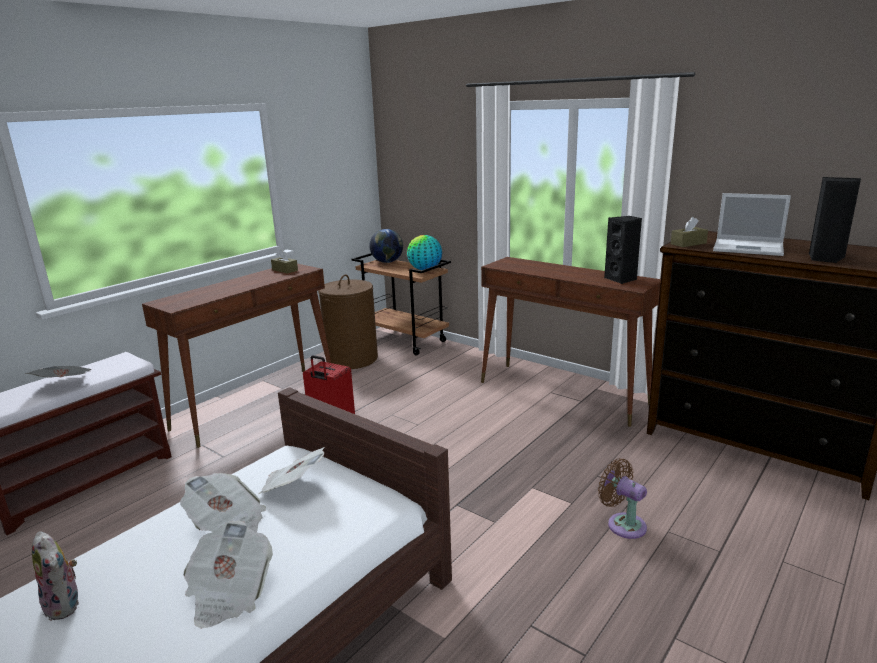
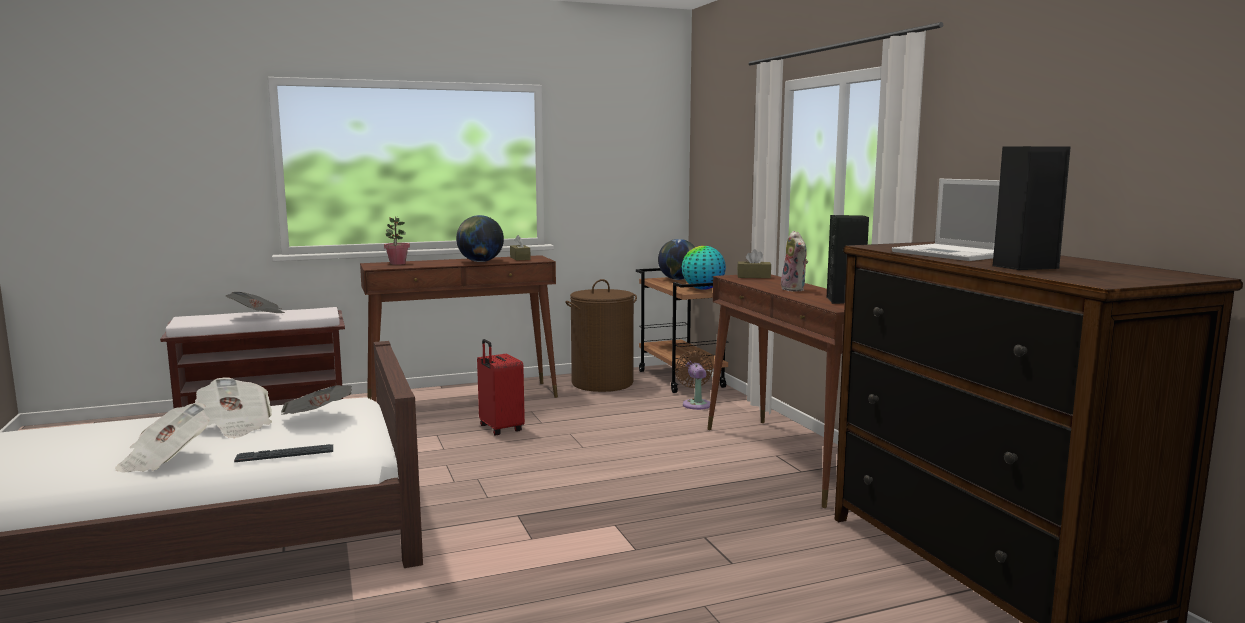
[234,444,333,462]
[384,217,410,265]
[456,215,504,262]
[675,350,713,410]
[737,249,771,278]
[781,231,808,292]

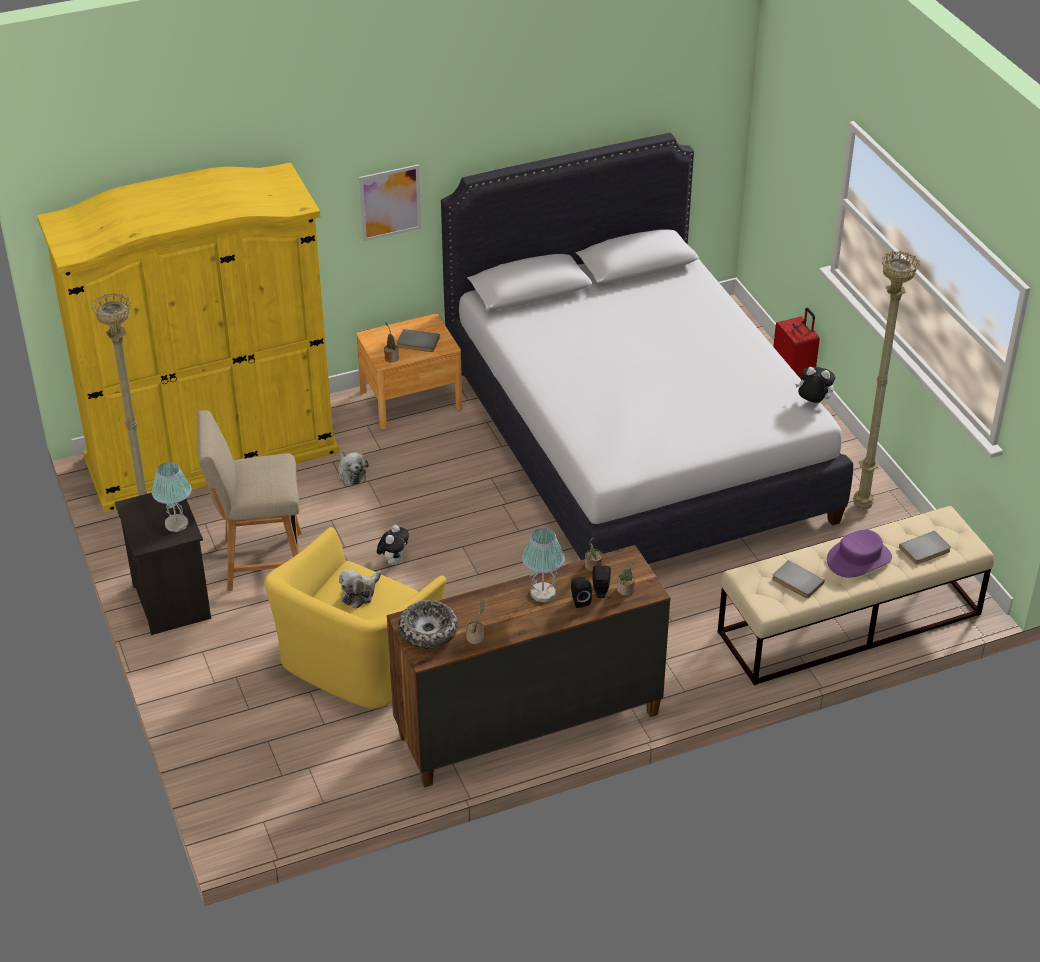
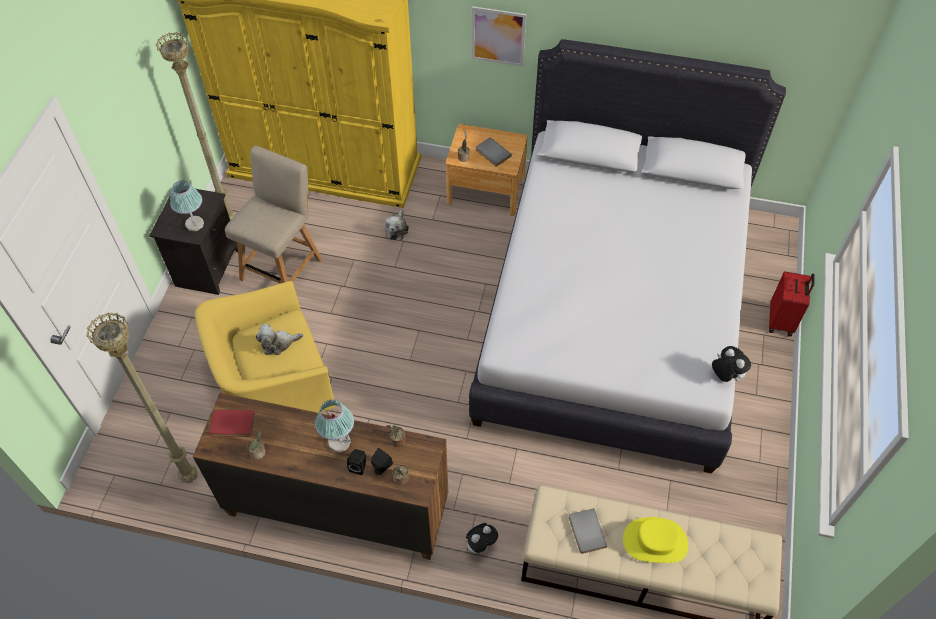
[86,312,198,483]
[209,410,255,437]
[225,146,322,283]
[466,523,498,554]
[623,517,688,563]
[899,531,951,565] (first image)

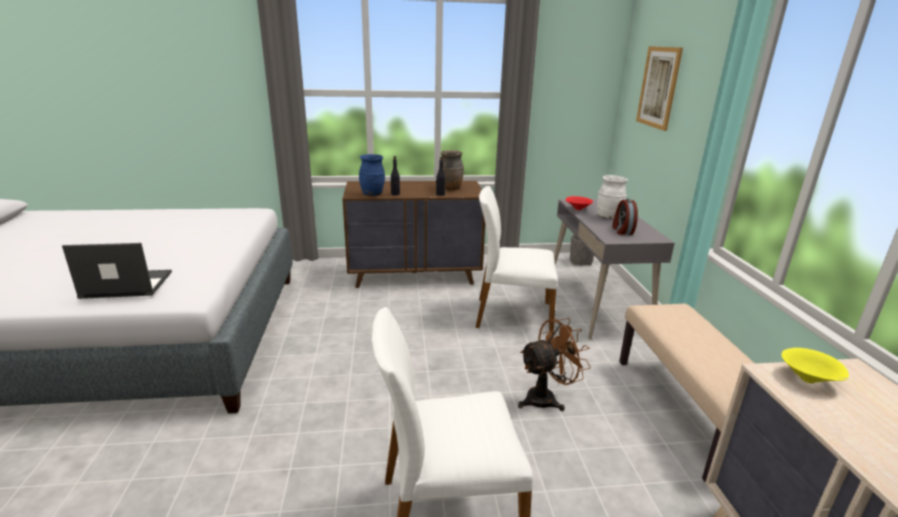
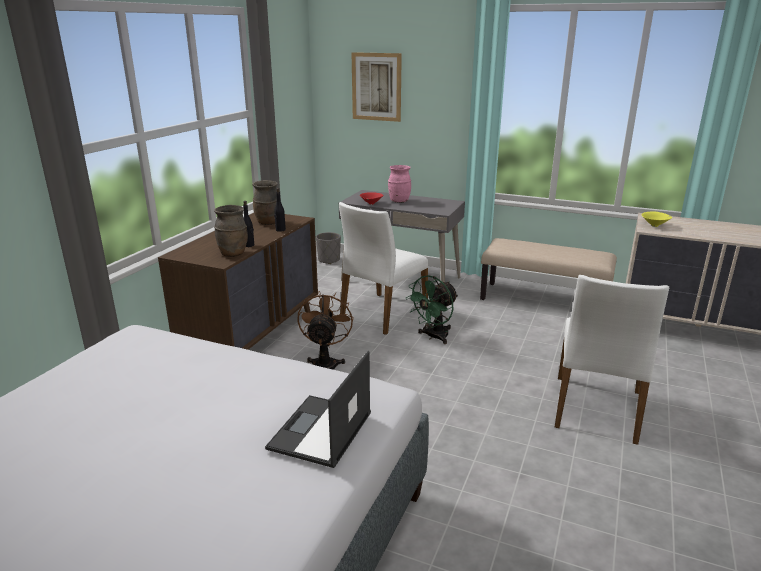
[214,205,248,257]
[297,291,354,370]
[388,165,411,203]
[406,275,458,344]
[612,199,638,235] (first image)

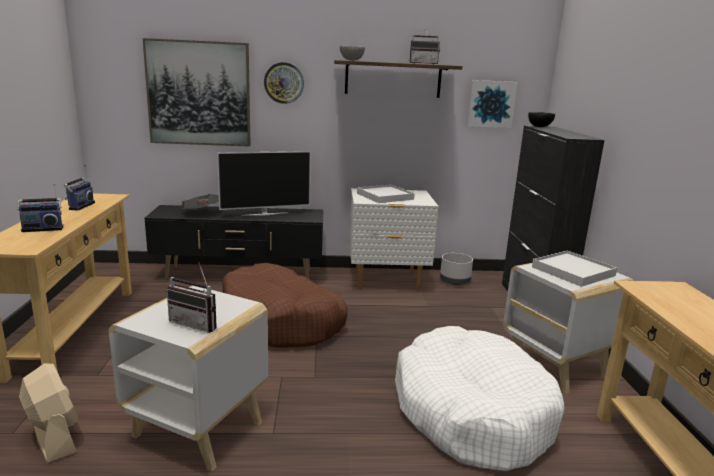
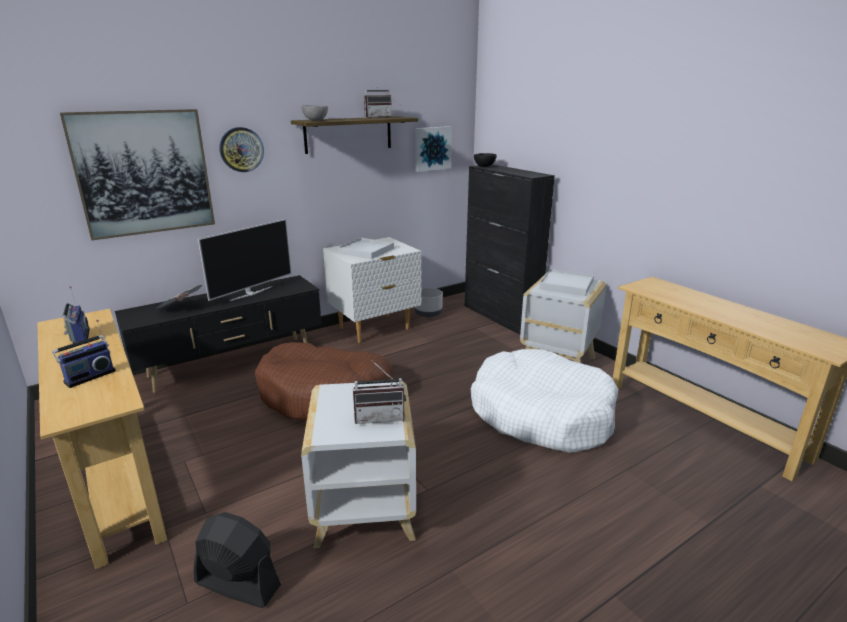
[194,512,281,608]

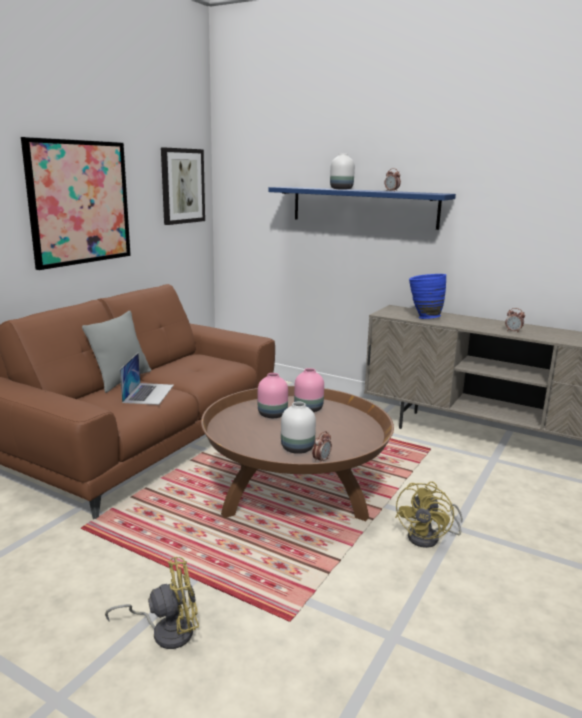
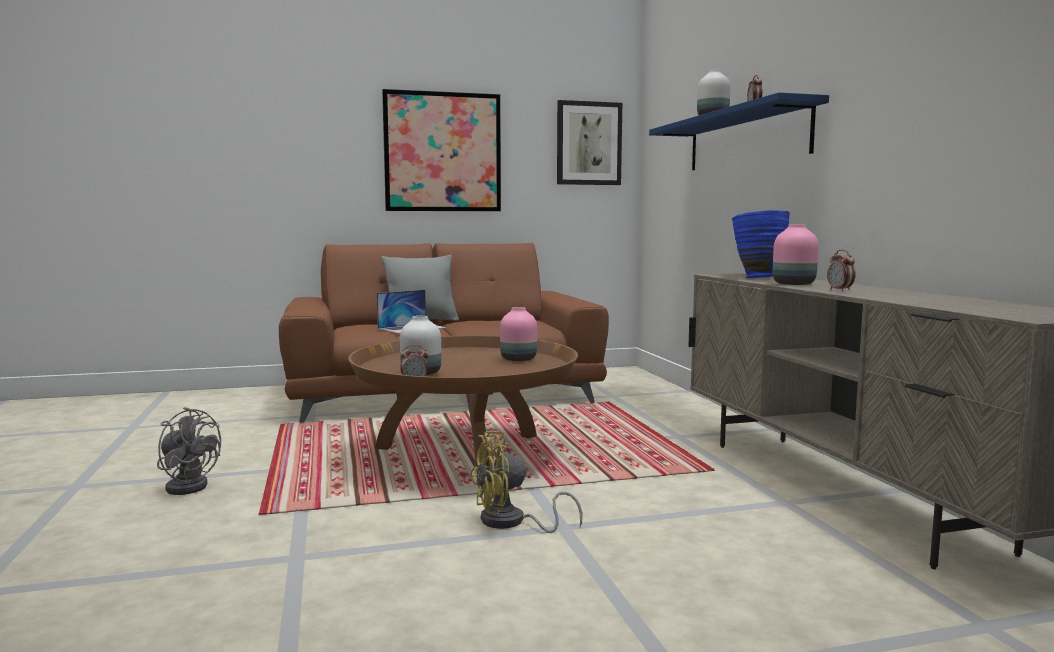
[157,407,221,495]
[773,224,819,285]

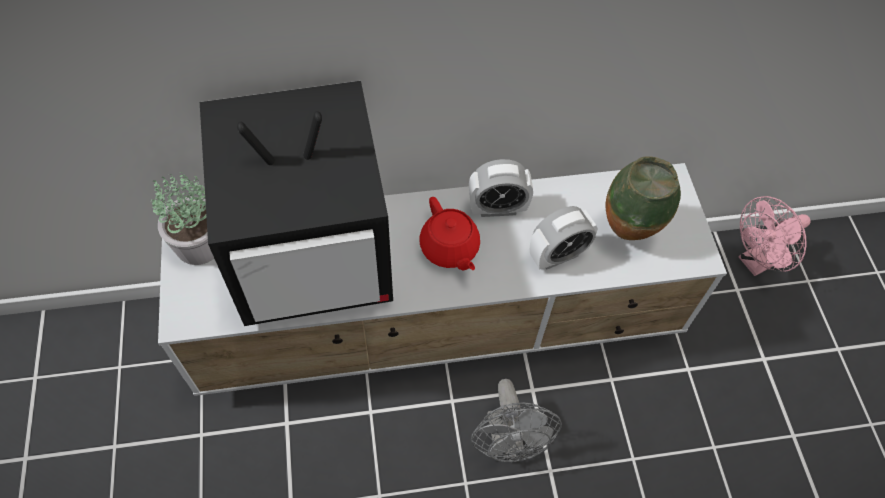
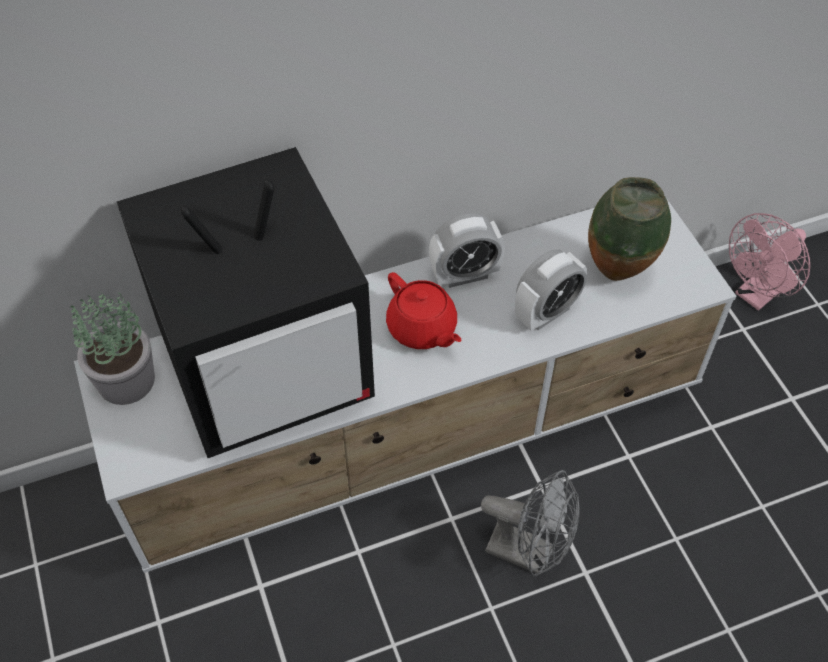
[481,470,579,577]

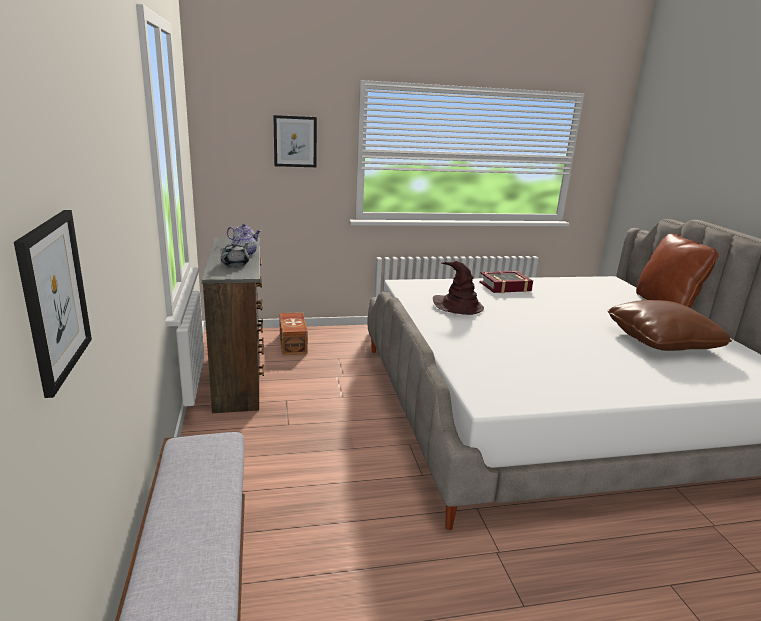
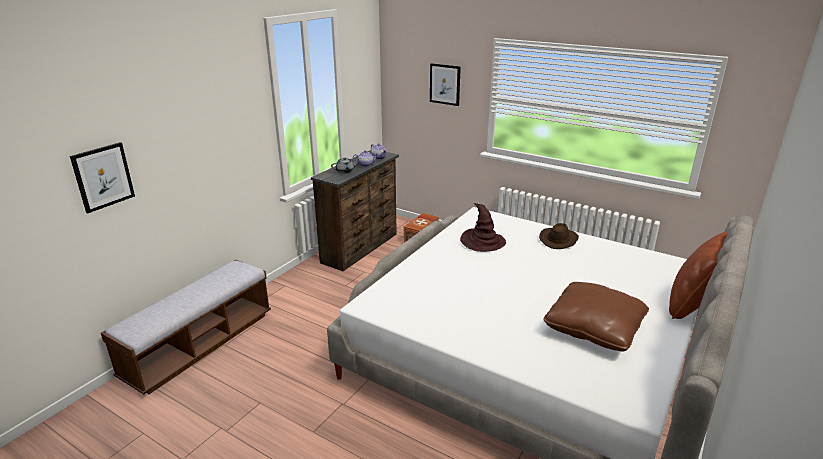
[539,223,579,249]

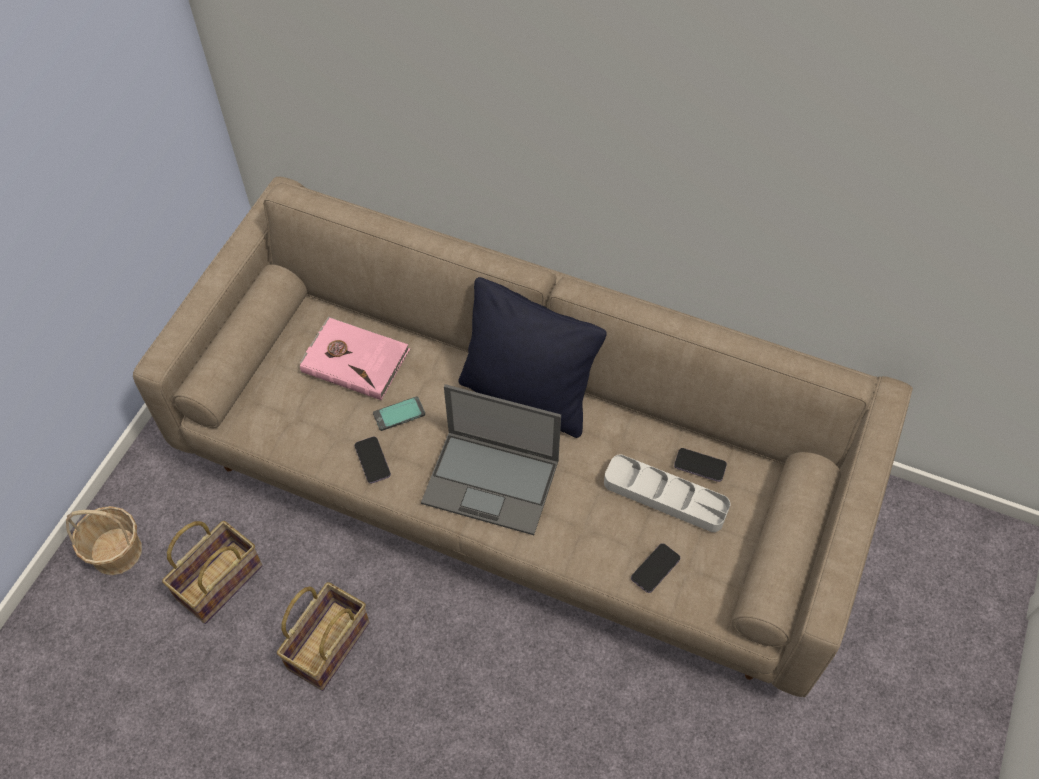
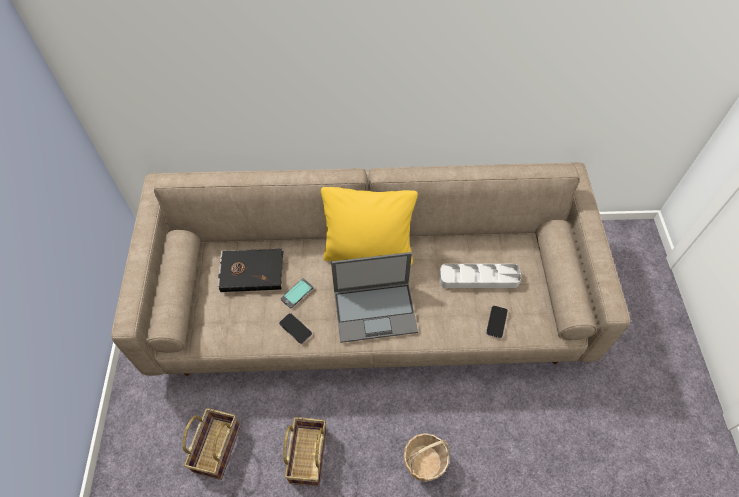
[218,249,283,292]
[321,187,418,265]
[403,433,449,482]
[674,448,727,482] (first image)

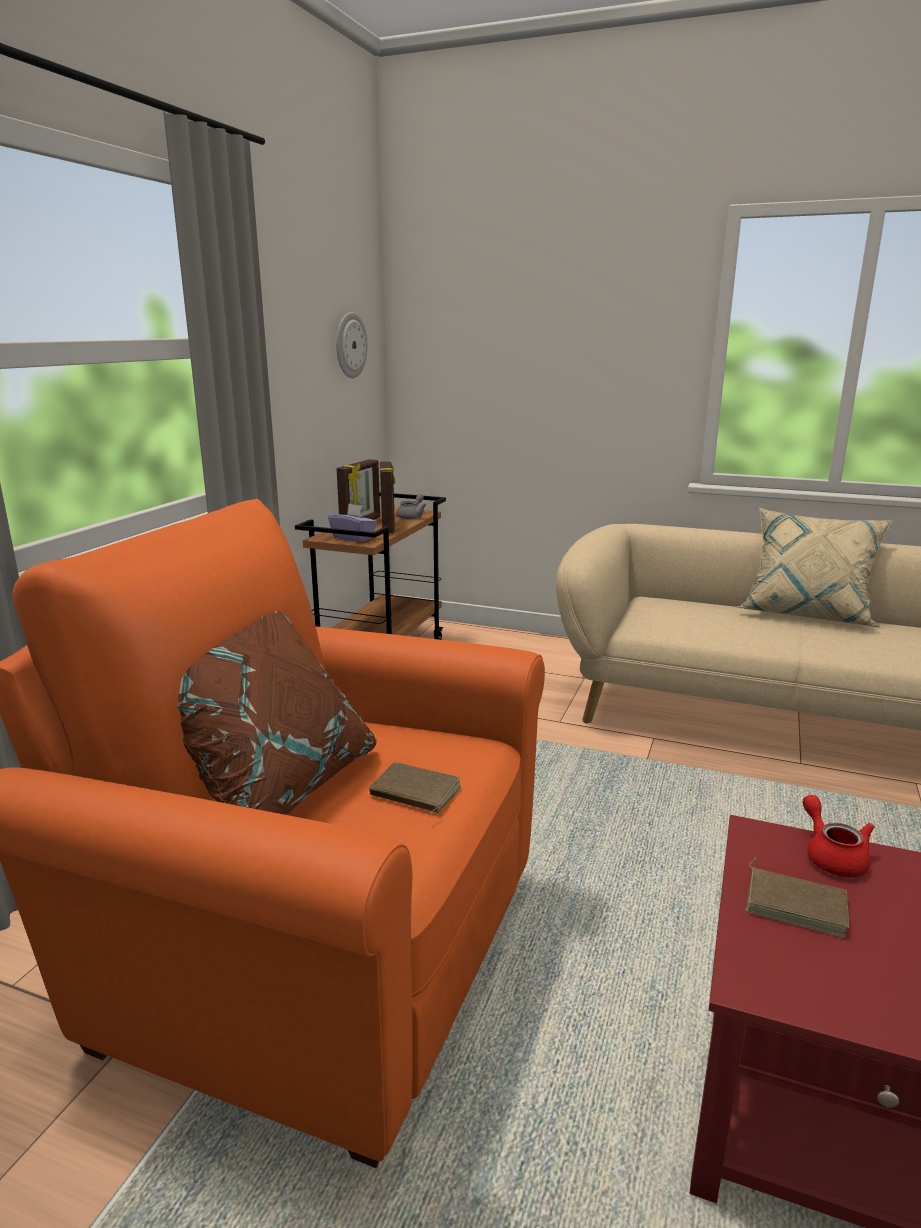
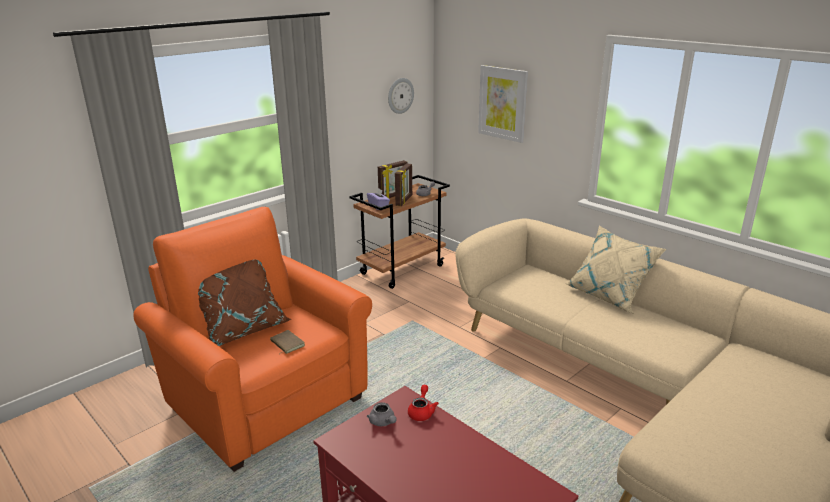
[367,402,397,426]
[478,65,528,143]

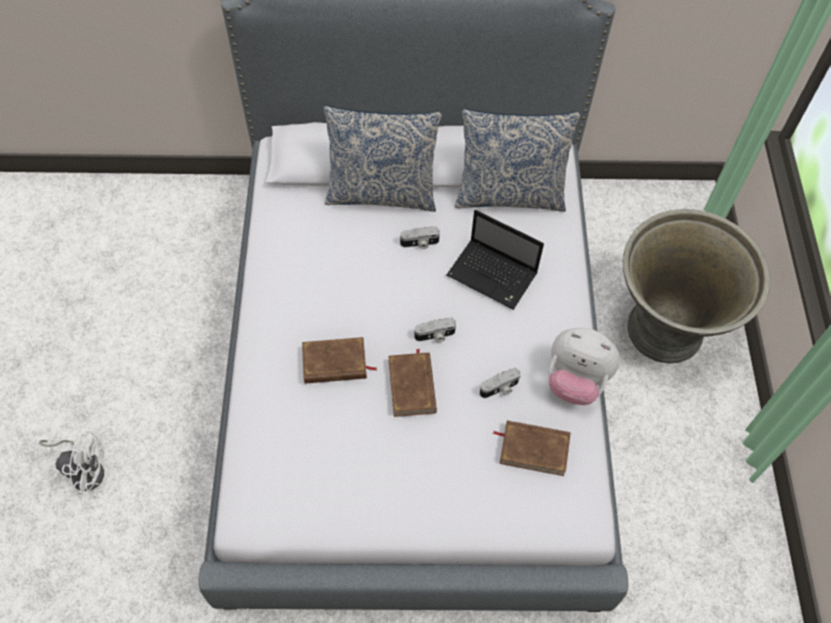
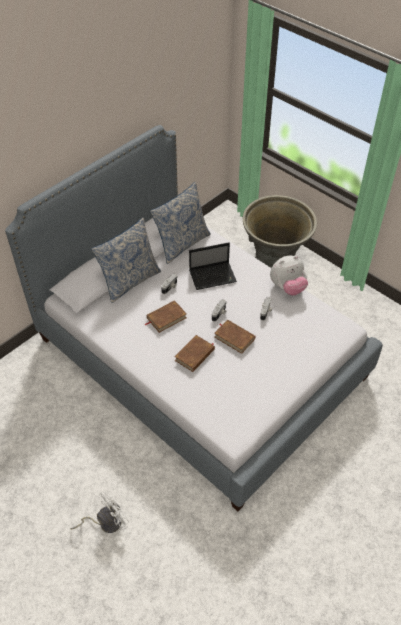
[145,300,187,333]

